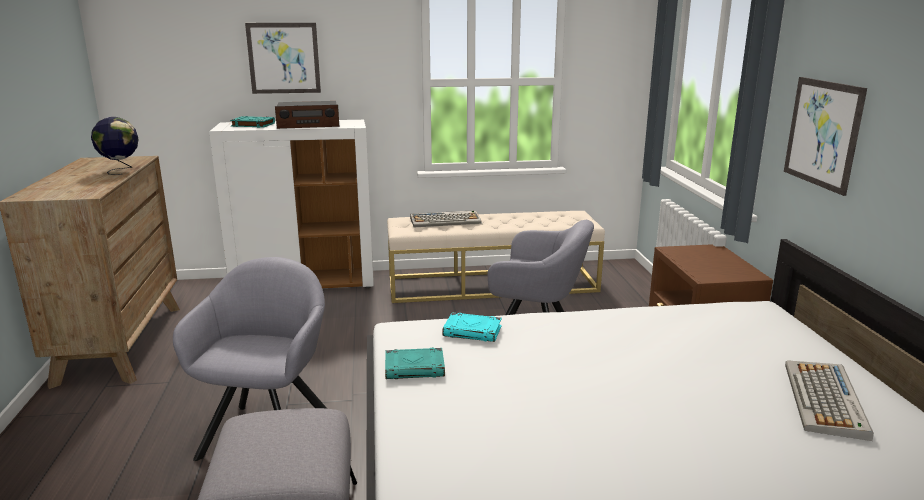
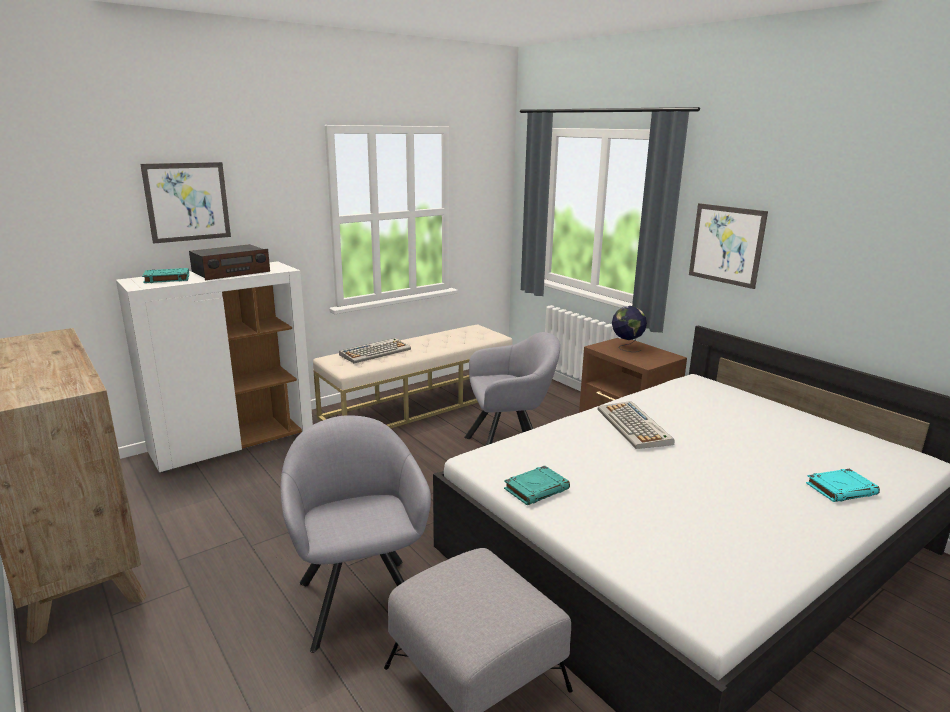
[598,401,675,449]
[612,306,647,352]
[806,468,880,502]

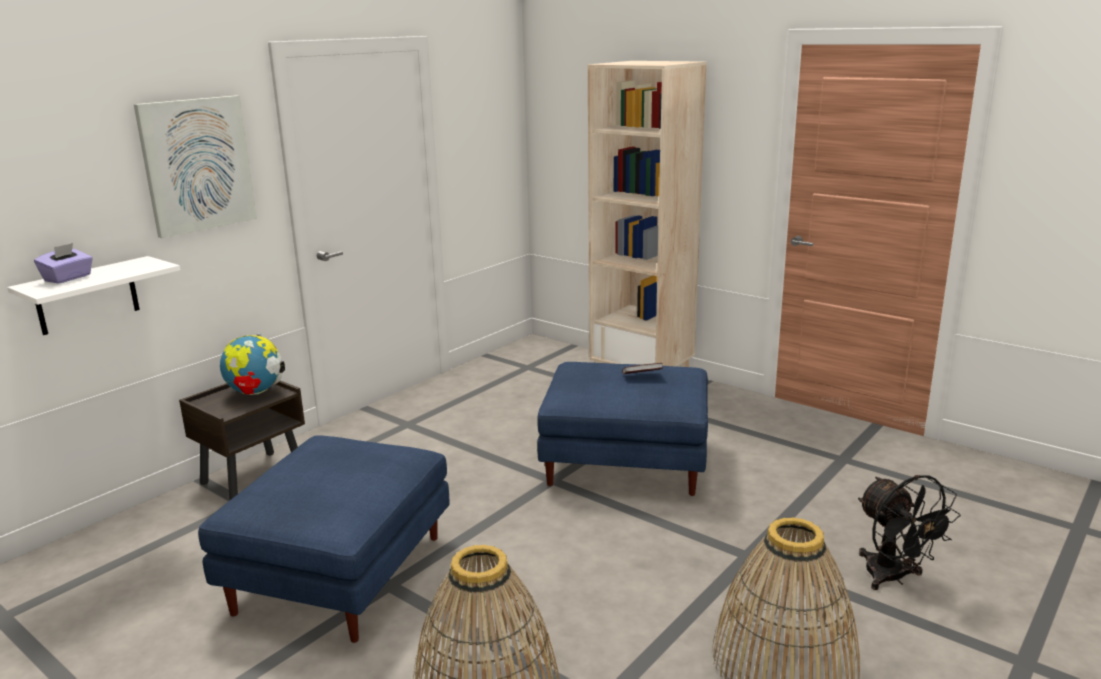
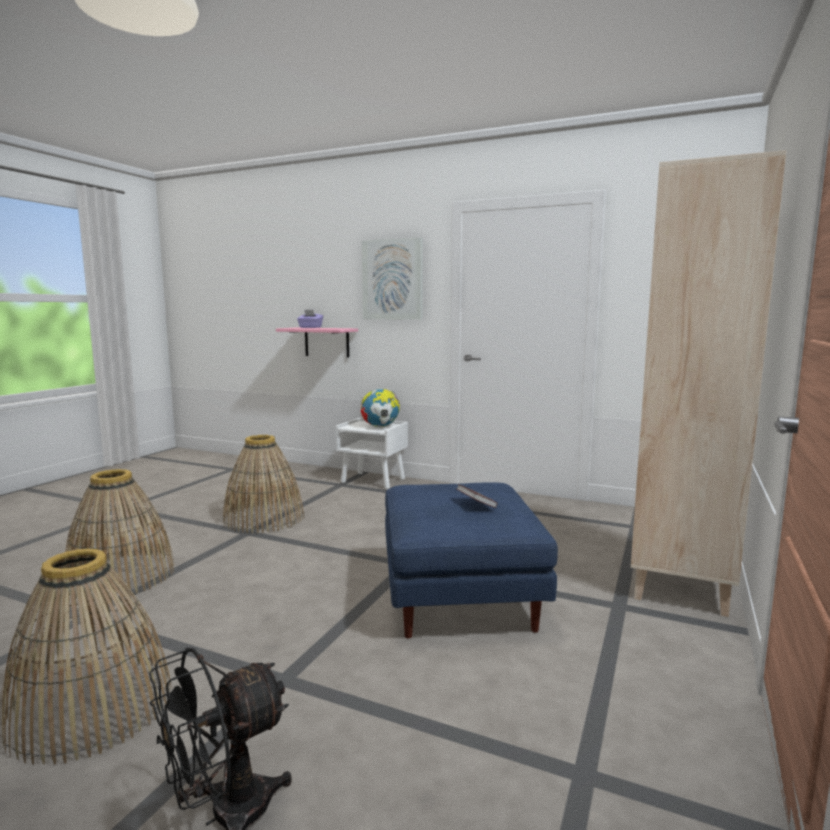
[223,435,304,534]
[276,328,358,358]
[335,418,408,489]

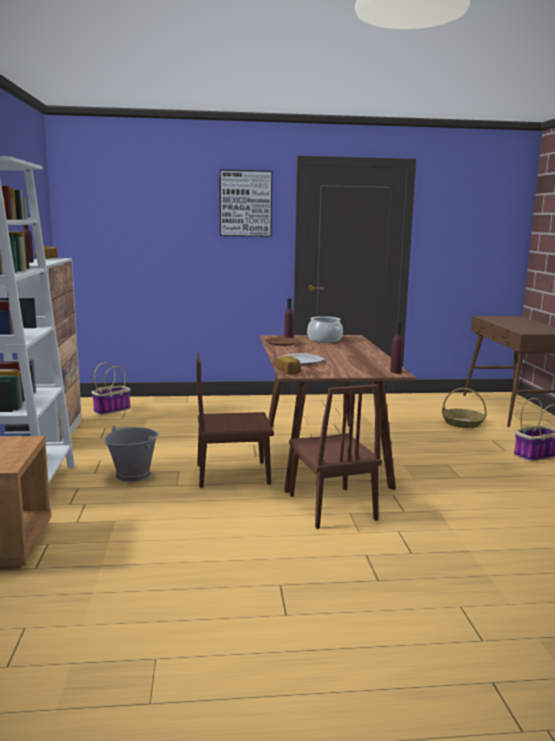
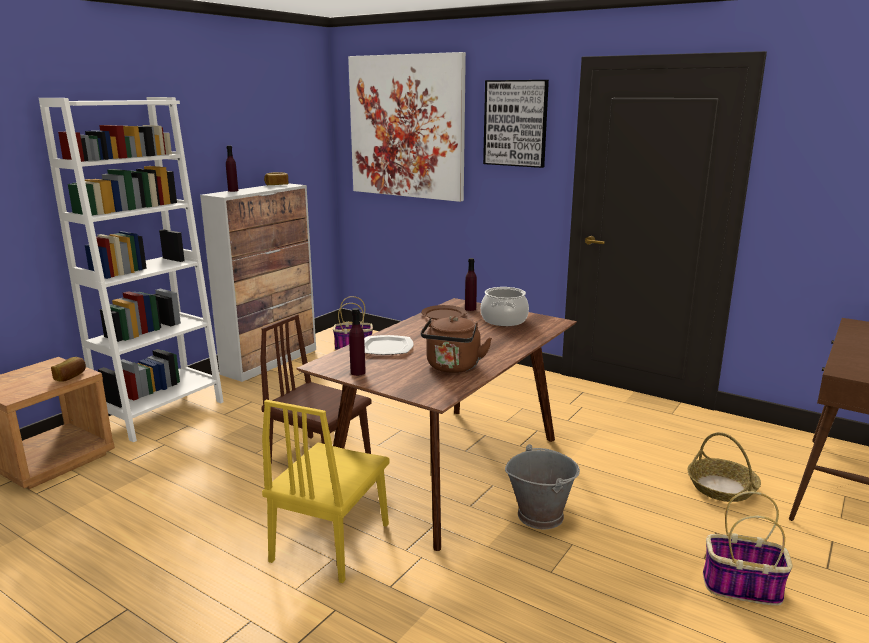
[51,357,86,382]
[262,400,390,583]
[348,52,466,202]
[349,308,366,376]
[421,316,492,373]
[505,444,580,530]

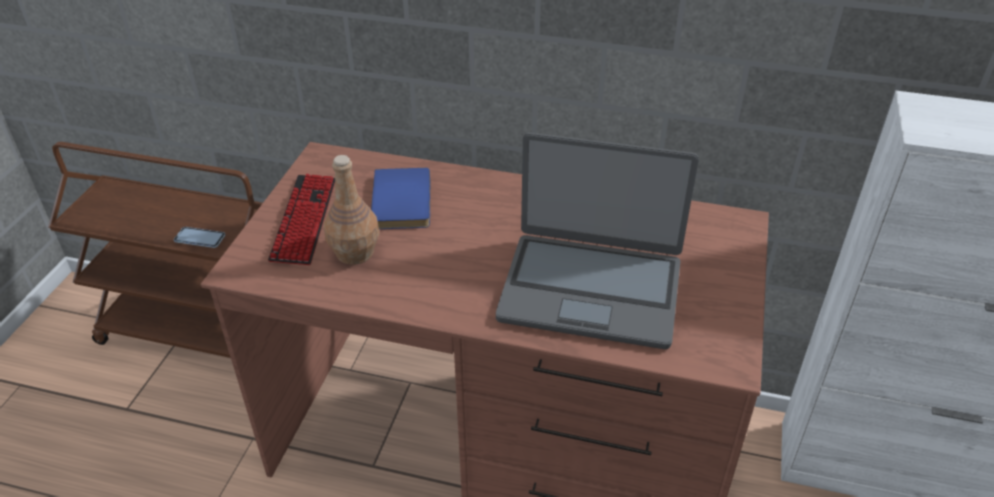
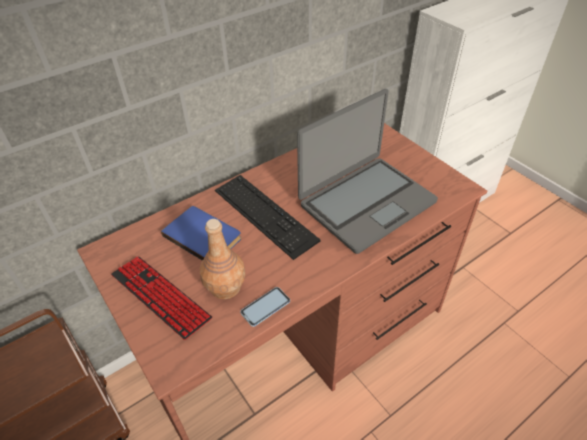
[215,175,320,260]
[240,287,290,327]

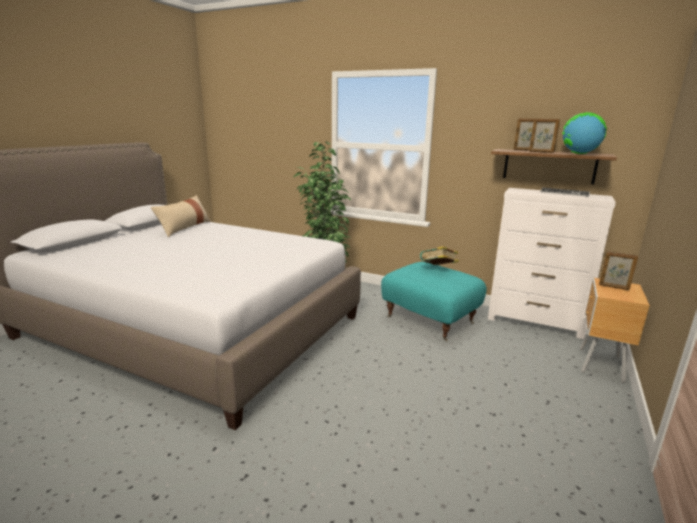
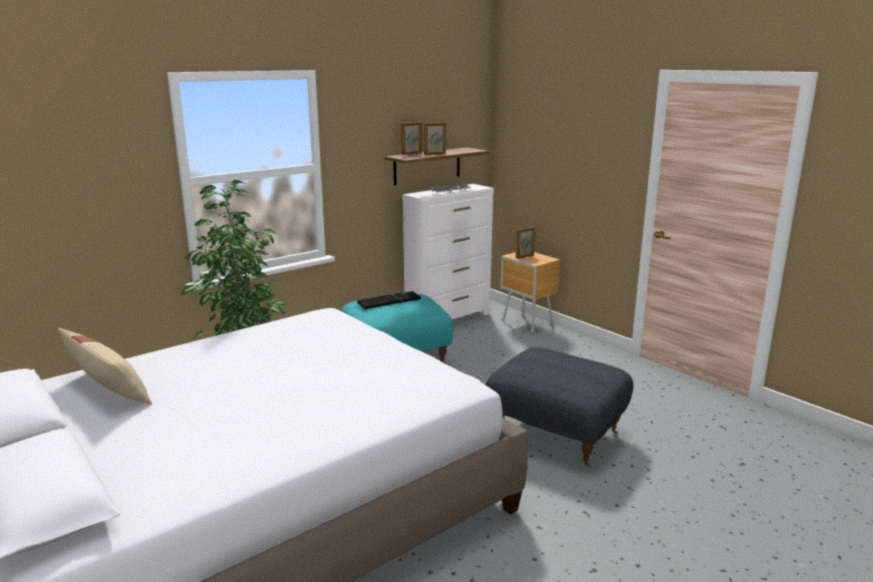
[357,291,421,309]
[486,347,634,467]
[562,112,607,154] (first image)

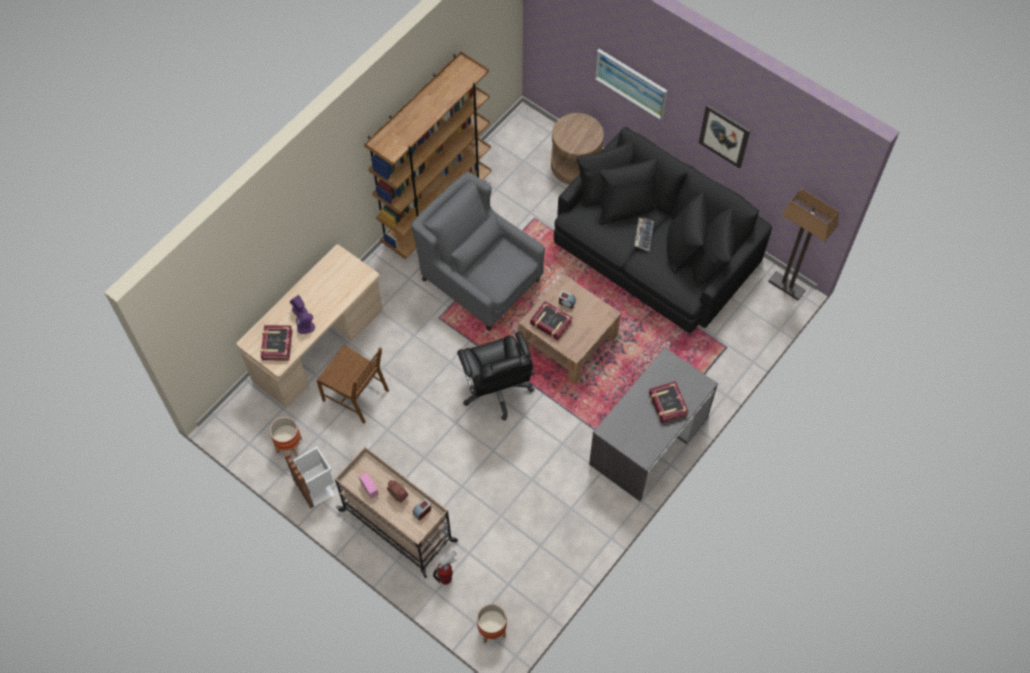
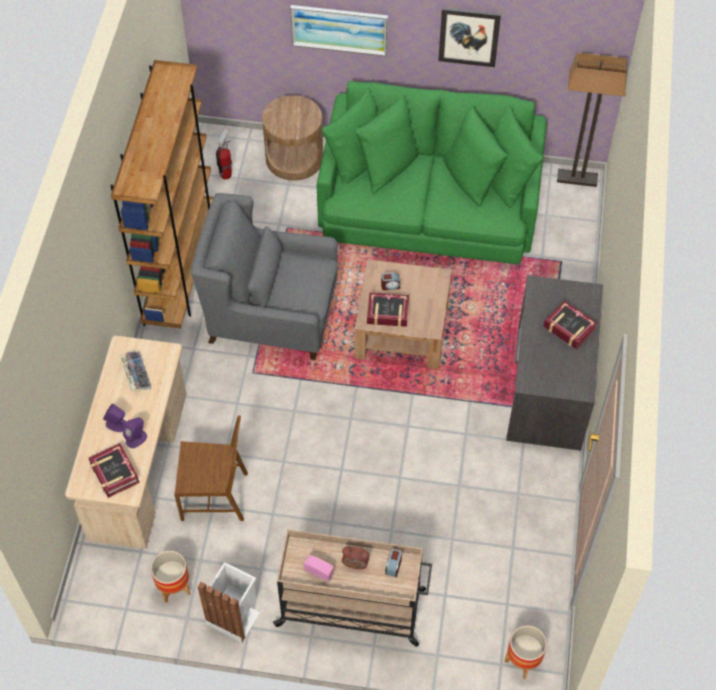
[120,351,152,391]
[216,127,232,180]
[317,81,547,265]
[457,331,534,421] (first image)

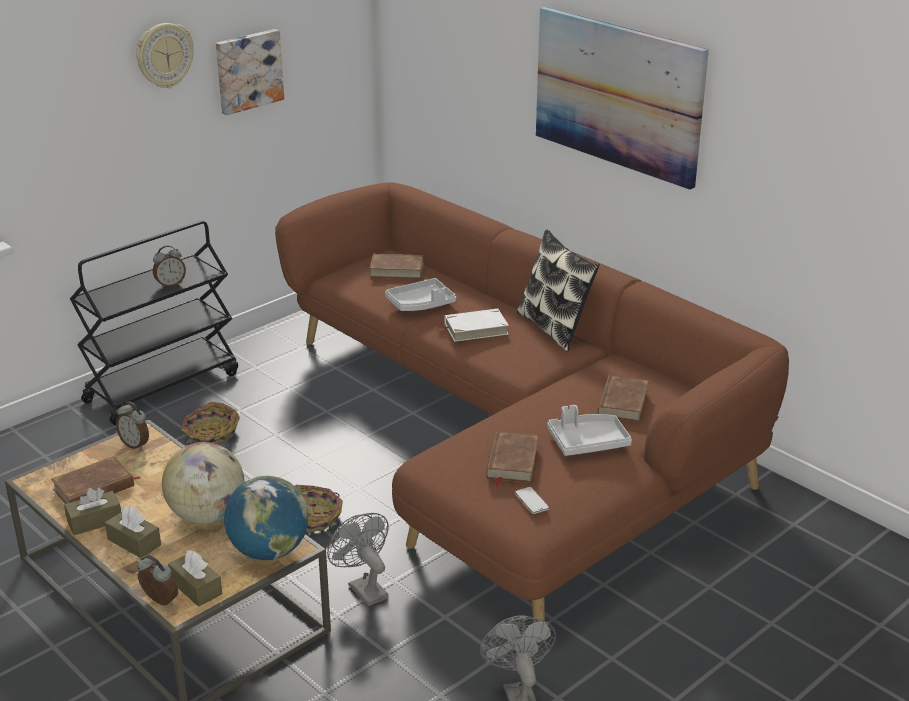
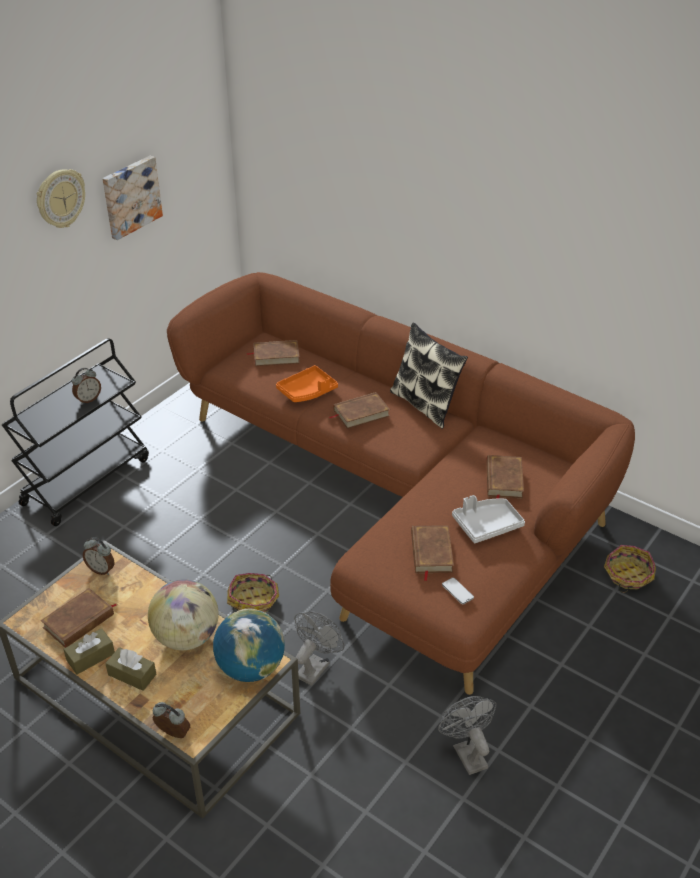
[276,365,338,402]
[294,612,344,686]
[329,392,390,429]
[604,545,656,593]
[168,550,222,607] (first image)
[536,7,709,190] (first image)

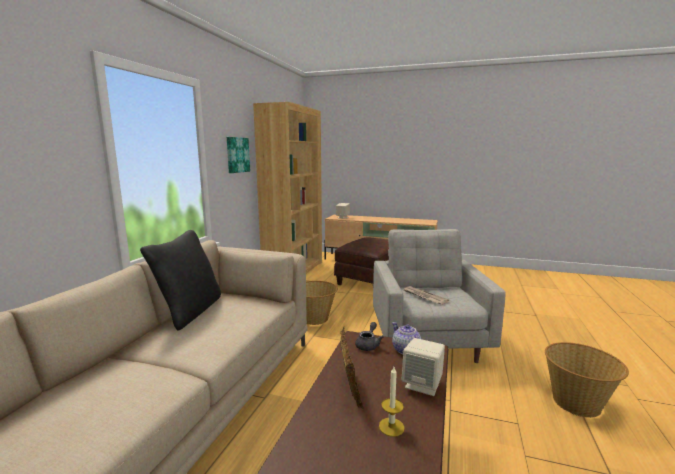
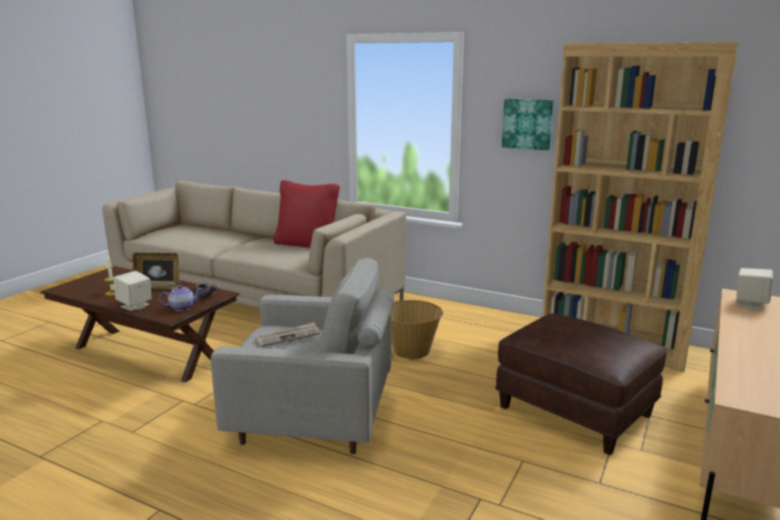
[273,180,340,247]
[545,342,629,418] (first image)

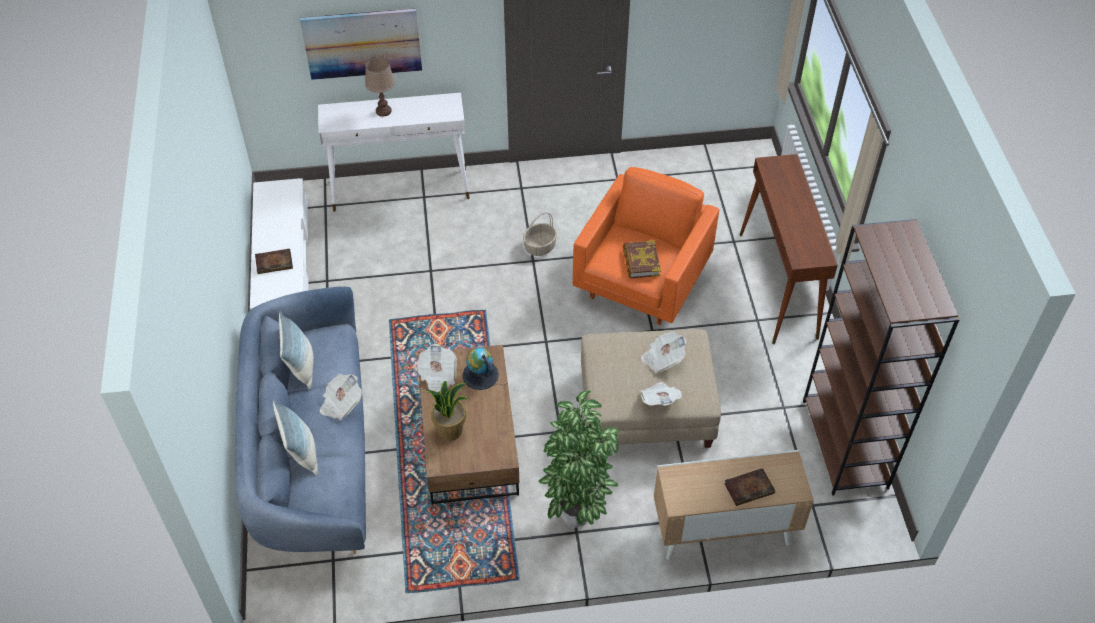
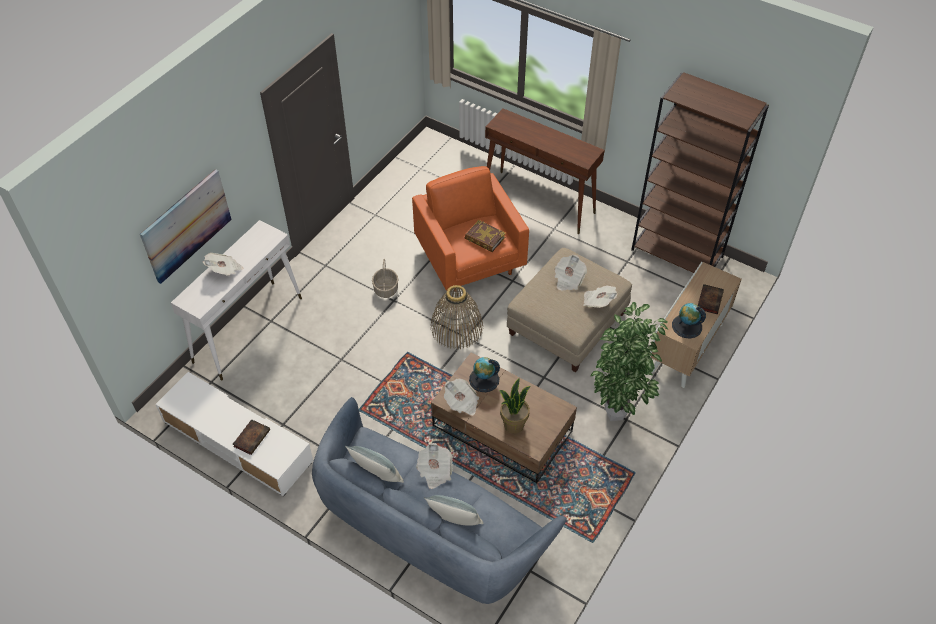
[203,253,243,276]
[431,285,483,349]
[672,303,706,338]

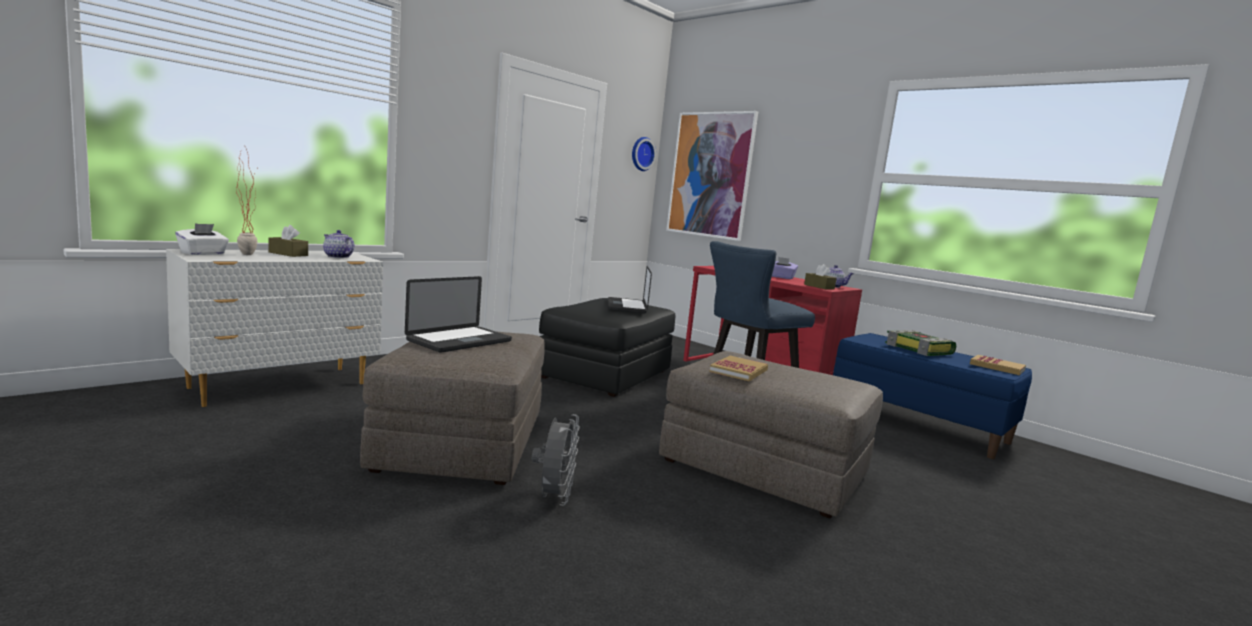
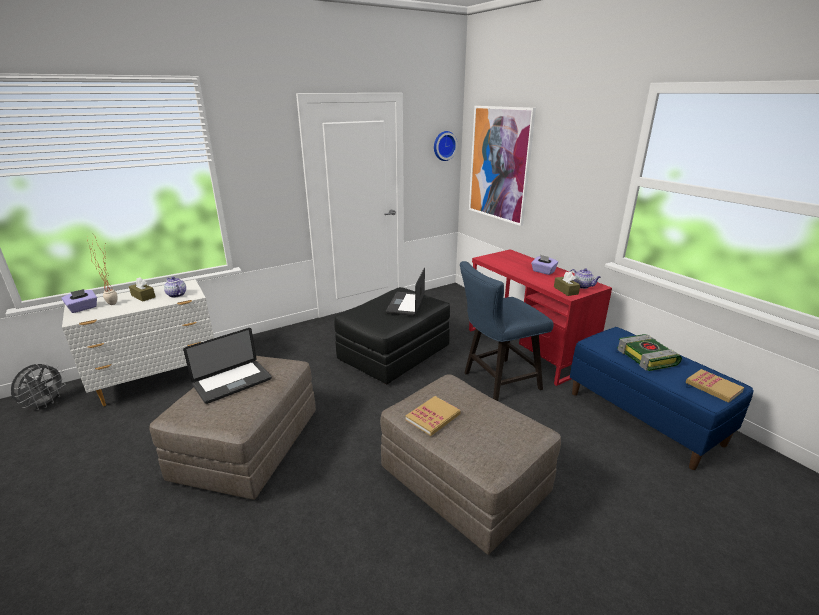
[11,362,66,410]
[61,289,97,313]

